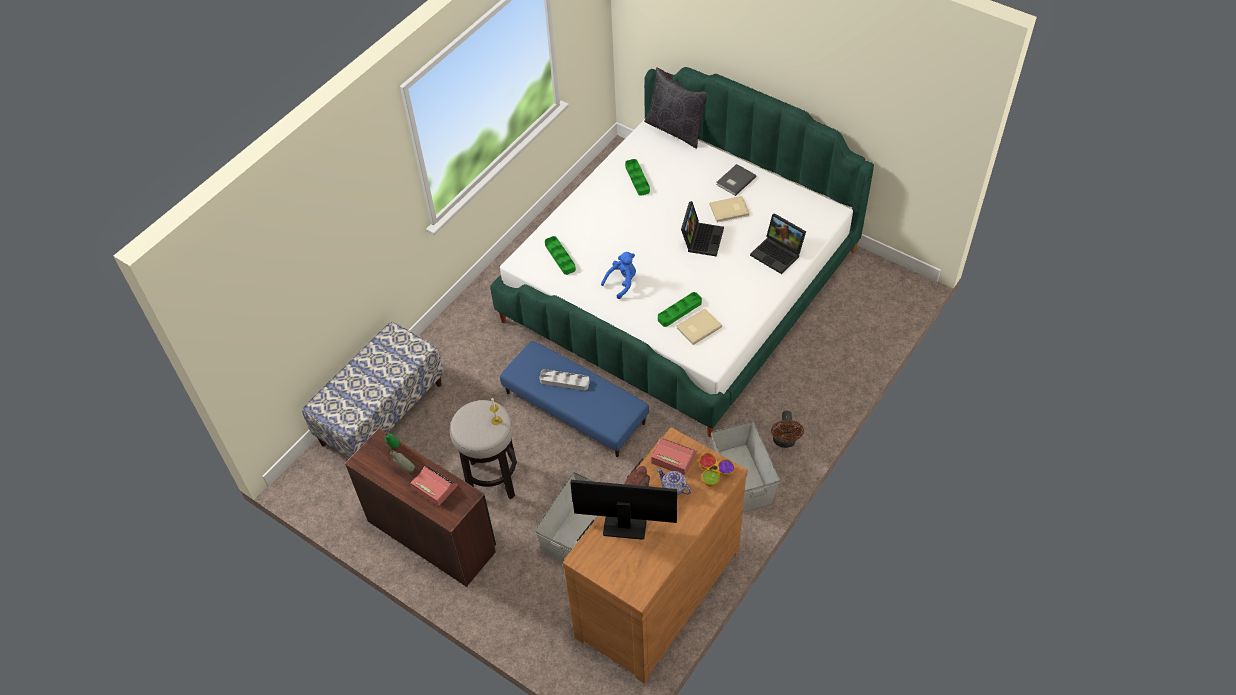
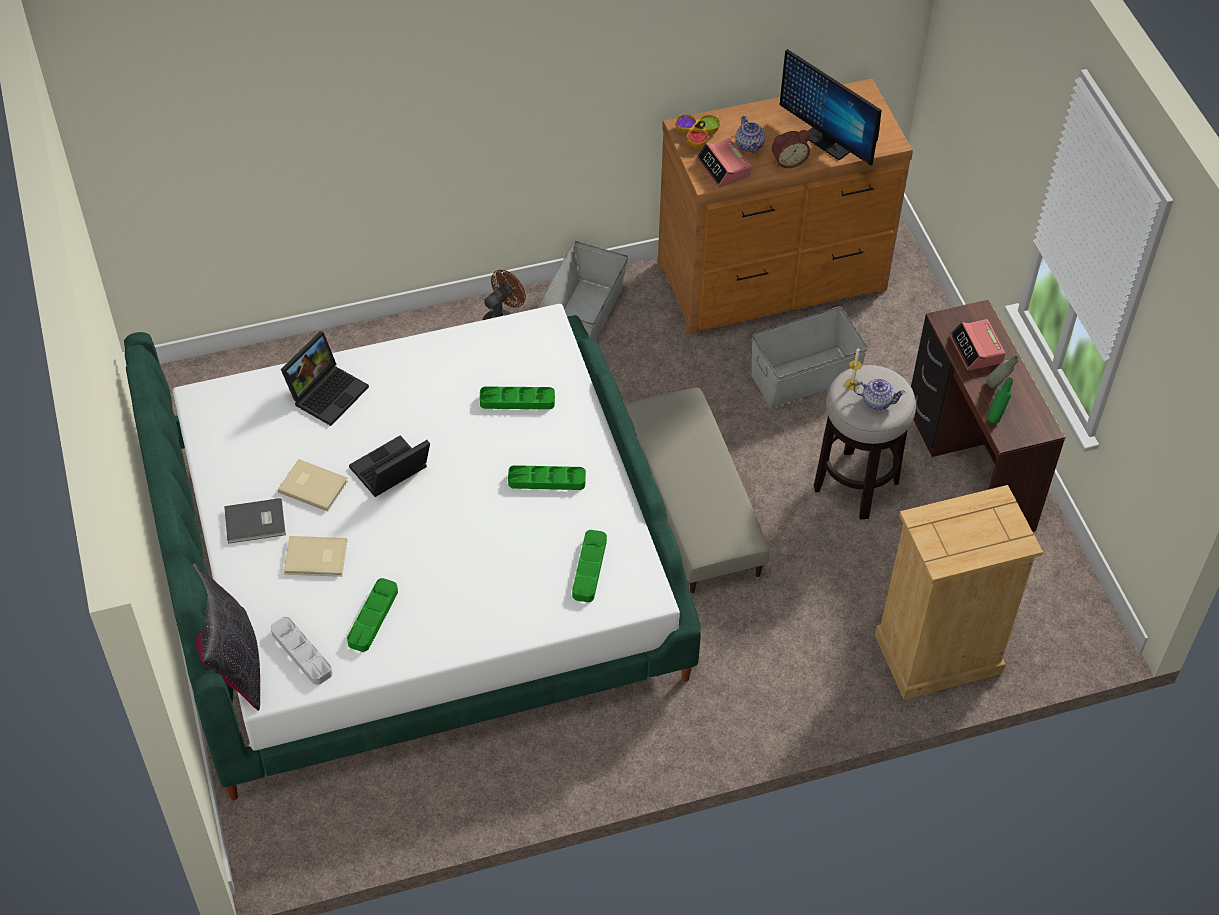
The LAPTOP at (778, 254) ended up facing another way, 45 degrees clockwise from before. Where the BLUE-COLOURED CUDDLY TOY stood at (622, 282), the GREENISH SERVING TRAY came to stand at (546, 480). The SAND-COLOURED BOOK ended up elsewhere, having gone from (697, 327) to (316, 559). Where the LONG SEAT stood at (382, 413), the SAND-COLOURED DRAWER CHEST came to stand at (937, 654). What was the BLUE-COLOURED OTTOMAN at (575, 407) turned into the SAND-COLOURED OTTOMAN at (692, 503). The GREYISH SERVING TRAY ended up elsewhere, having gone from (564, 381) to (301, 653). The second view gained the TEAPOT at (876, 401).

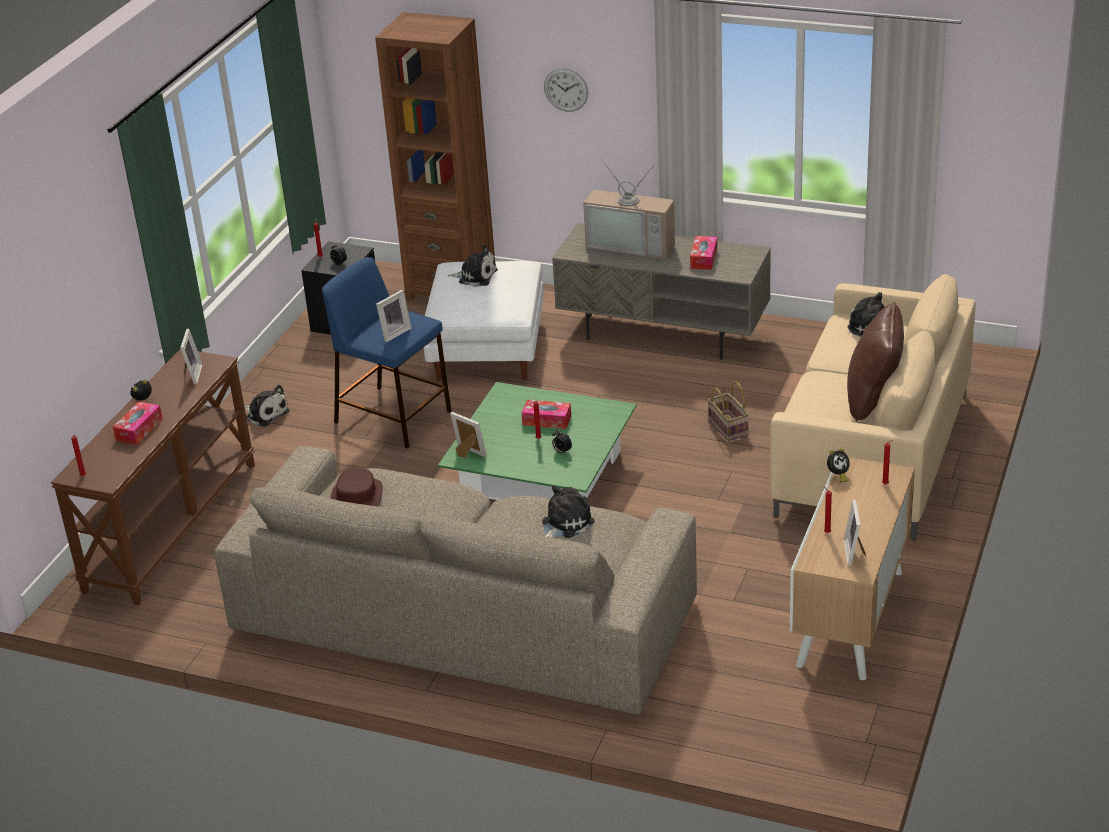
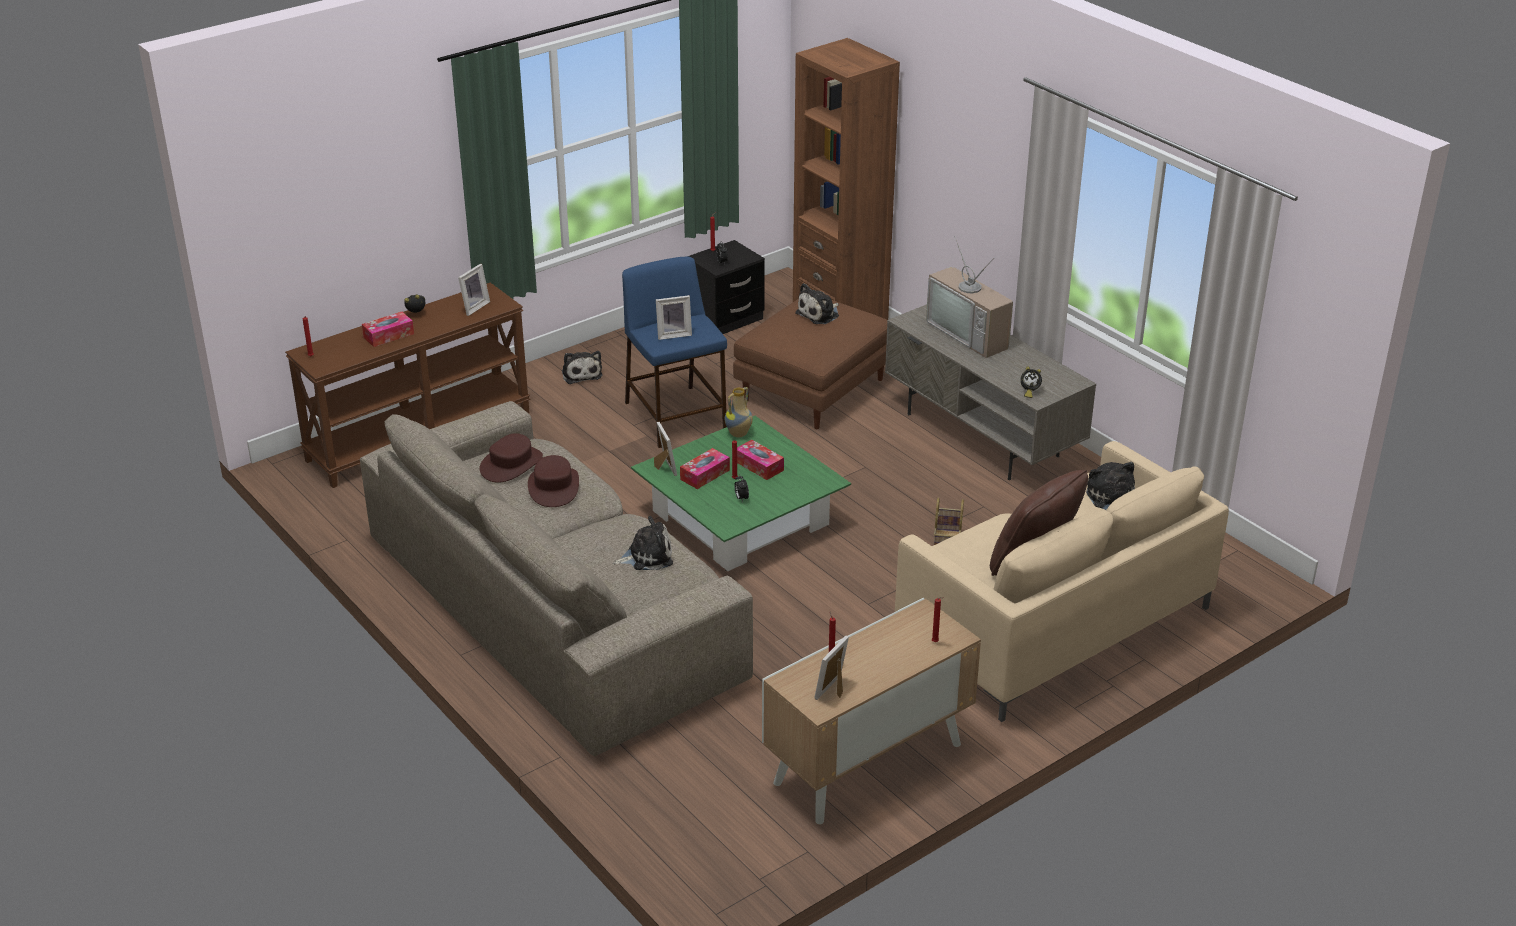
The second view lost the WALL CLOCK at (566, 89). The TISSUE HOLDER ended up elsewhere, having gone from (703, 258) to (705, 475). The CUDDLY TOY at (475, 276) ended up facing another way, 90 degrees clockwise from before. What was the WHITE OTTOMAN at (487, 348) turned into the BROWN OTTOMAN at (814, 388). The BEDSIDE CLOCK ended up elsewhere, having gone from (837, 475) to (1029, 392). The second view gained the VASE at (739, 434). The second view gained the BROWN WEARABLE HAT at (553, 487).

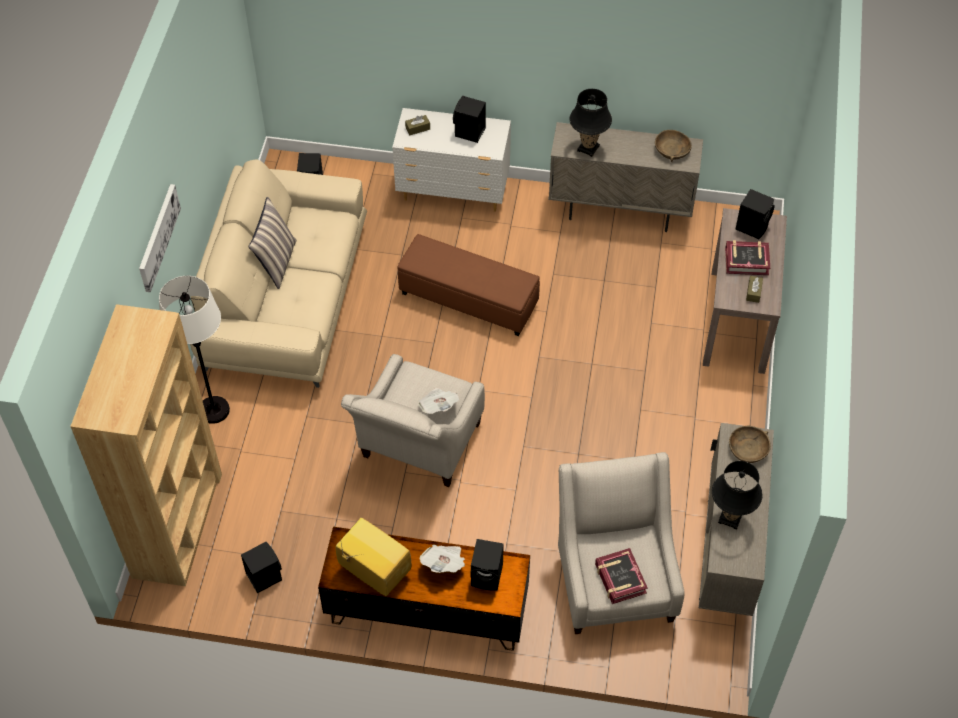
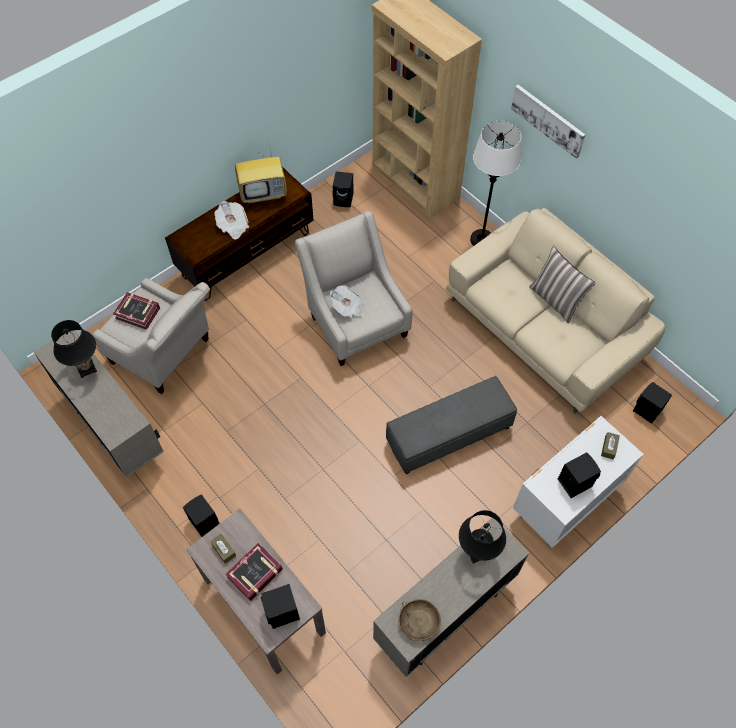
What was the BROWN OTTOMAN at (469, 298) turned into the GREYISH OTTOMAN at (449, 435). The second view lost the BROWN BOWL at (748, 448). The BLACK-COLOURED SPEAKER ended up elsewhere, having gone from (488, 576) to (203, 522).

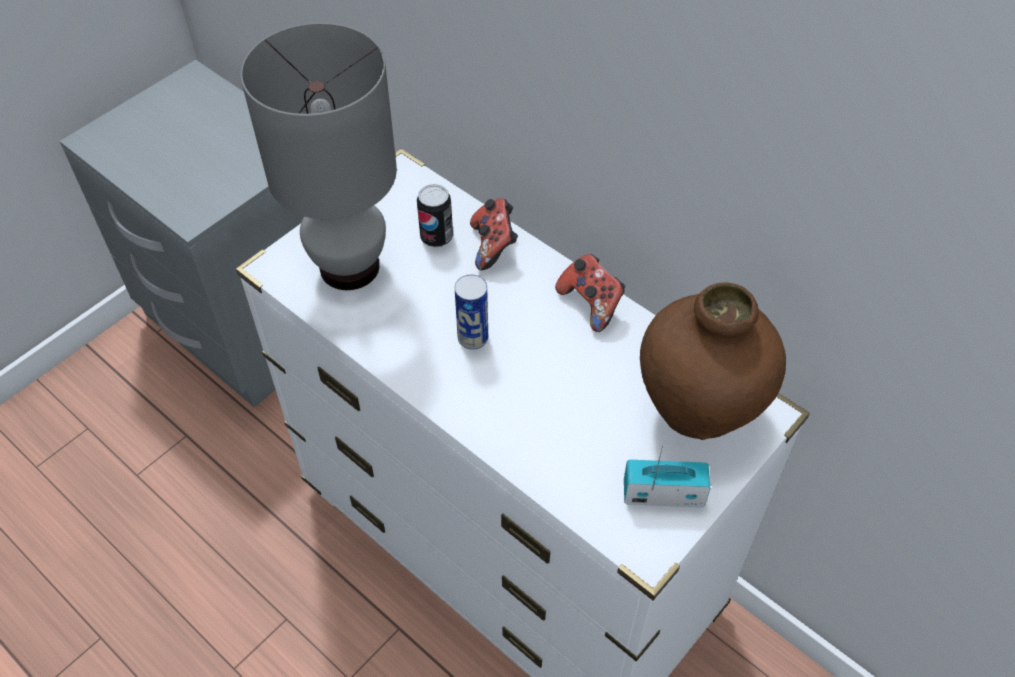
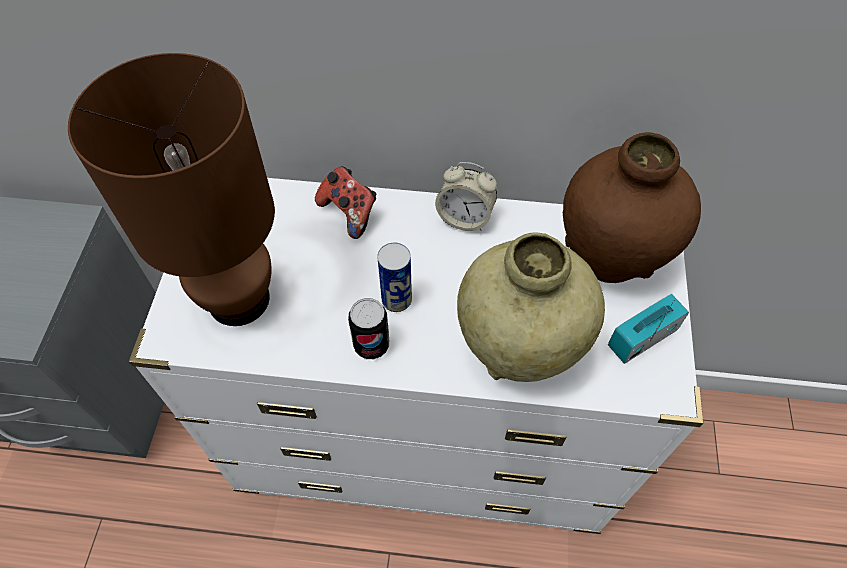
What was the GREYISH LAMP FOR A TABLE at (348, 268) turned into the BROWN LAMP FOR A TABLE at (238, 300). The SEALED CAN ended up elsewhere, having gone from (436, 237) to (371, 345). Where the JOYPAD stood at (591, 304), the BEDSIDE CLOCK came to stand at (465, 218). The second view gained the SAND-COLOURED VASE at (519, 349).

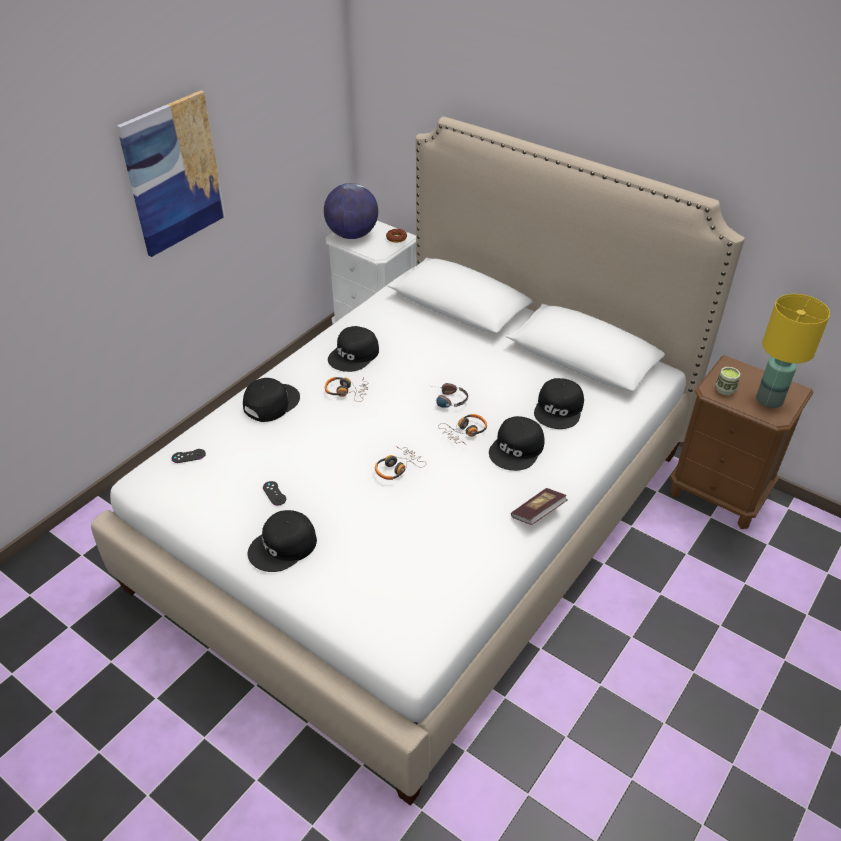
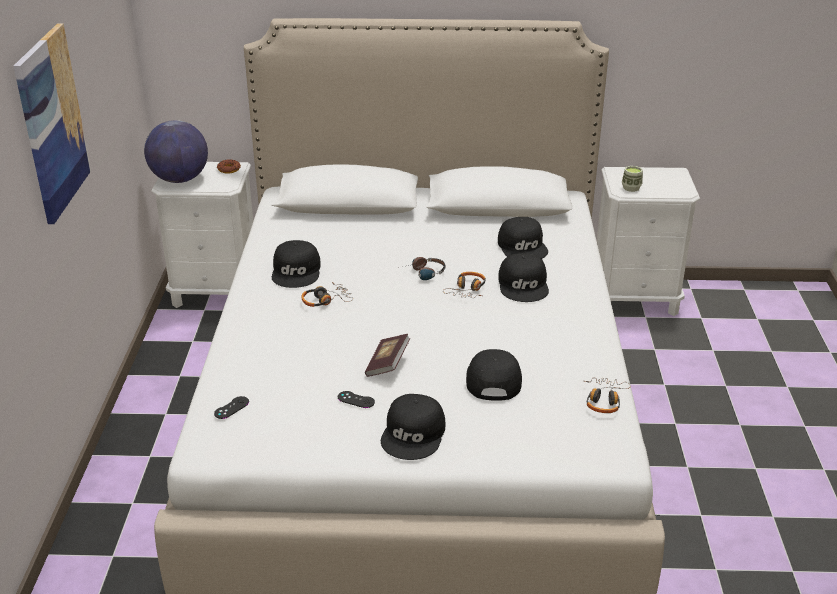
The second view lost the YELLOWISH LAMP FOR A TABLE at (769, 400). What was the BROWN NIGHTSTAND at (719, 493) turned into the WHITE NIGHTSTAND at (635, 298). The BLACK-COLOURED BASEBALL CAP ended up elsewhere, having gone from (271, 403) to (492, 379). The PAIR OF HEADPHONES ended up elsewhere, having gone from (398, 468) to (604, 400). The BOOK ended up elsewhere, having gone from (538, 513) to (387, 364).

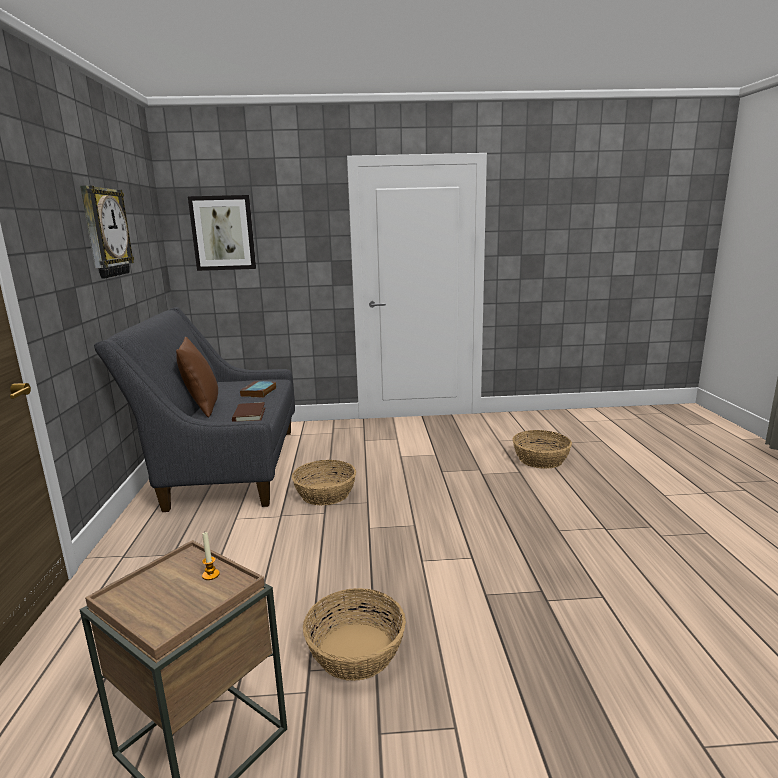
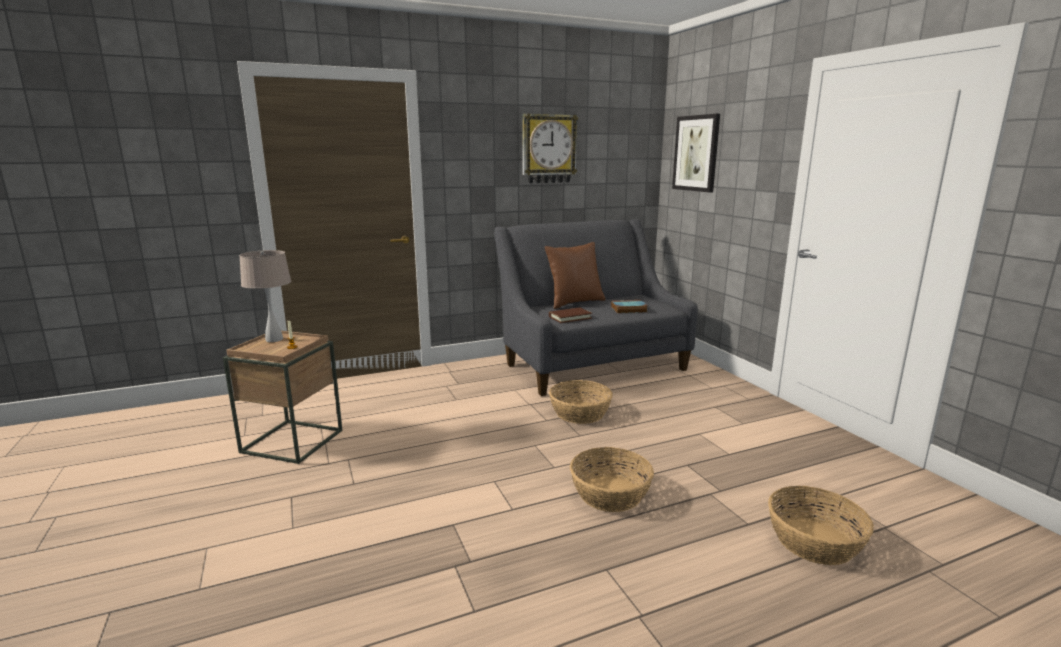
The BASKET ended up elsewhere, having gone from (355, 651) to (609, 493). The second view gained the SAND-COLOURED LAMP FOR A TABLE at (274, 339).

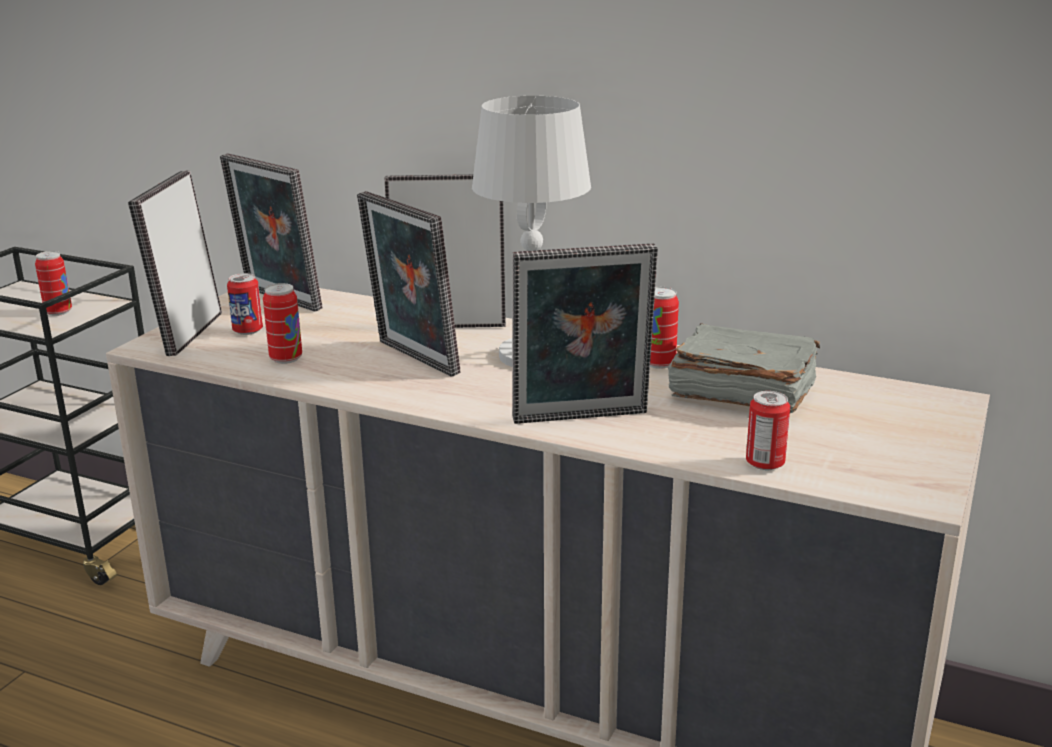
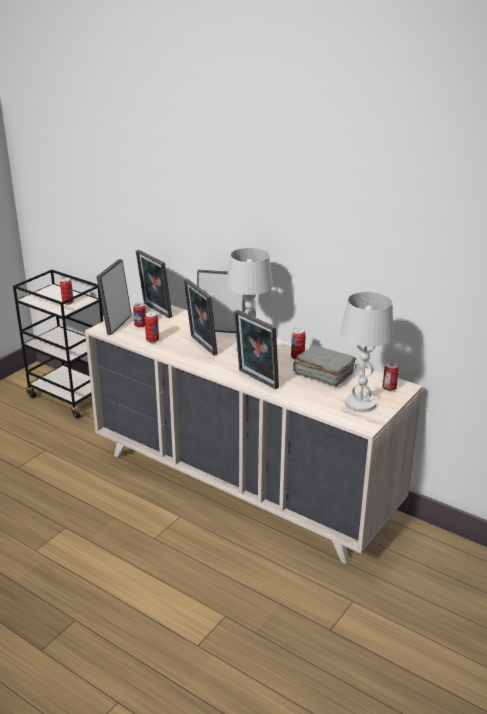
The STANDING FRAME at (581, 419) ended up facing another way, 45 degrees clockwise from before. The SEALED CAN ended up elsewhere, having gone from (765, 464) to (389, 388). The second view gained the WHITE LAMP FOR A TABLE at (360, 403).

